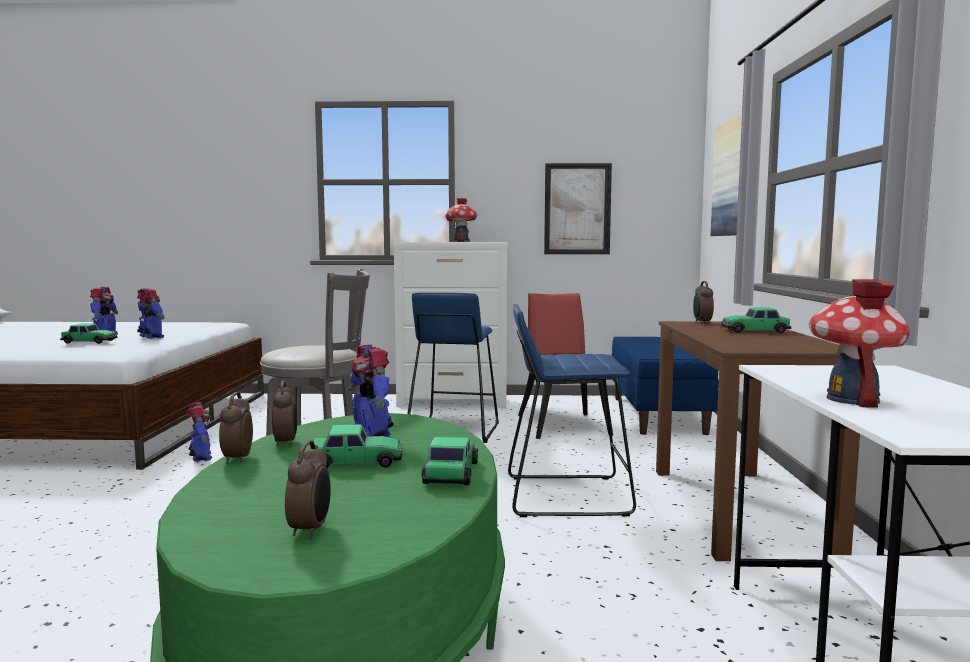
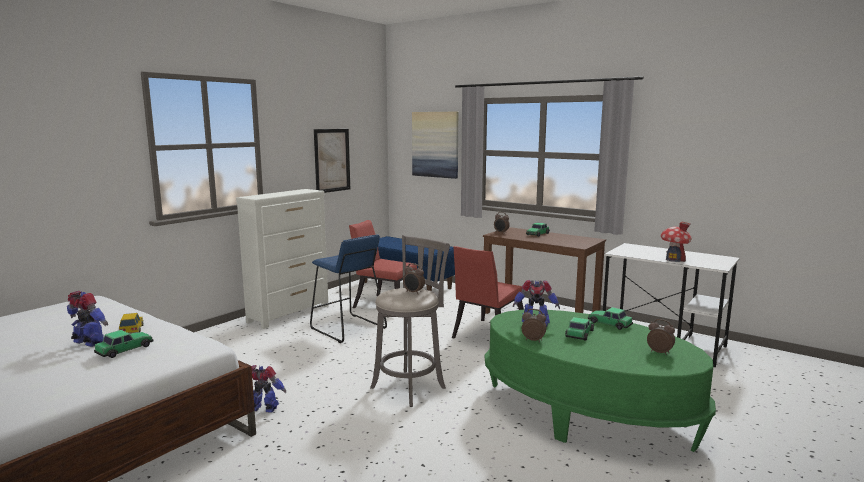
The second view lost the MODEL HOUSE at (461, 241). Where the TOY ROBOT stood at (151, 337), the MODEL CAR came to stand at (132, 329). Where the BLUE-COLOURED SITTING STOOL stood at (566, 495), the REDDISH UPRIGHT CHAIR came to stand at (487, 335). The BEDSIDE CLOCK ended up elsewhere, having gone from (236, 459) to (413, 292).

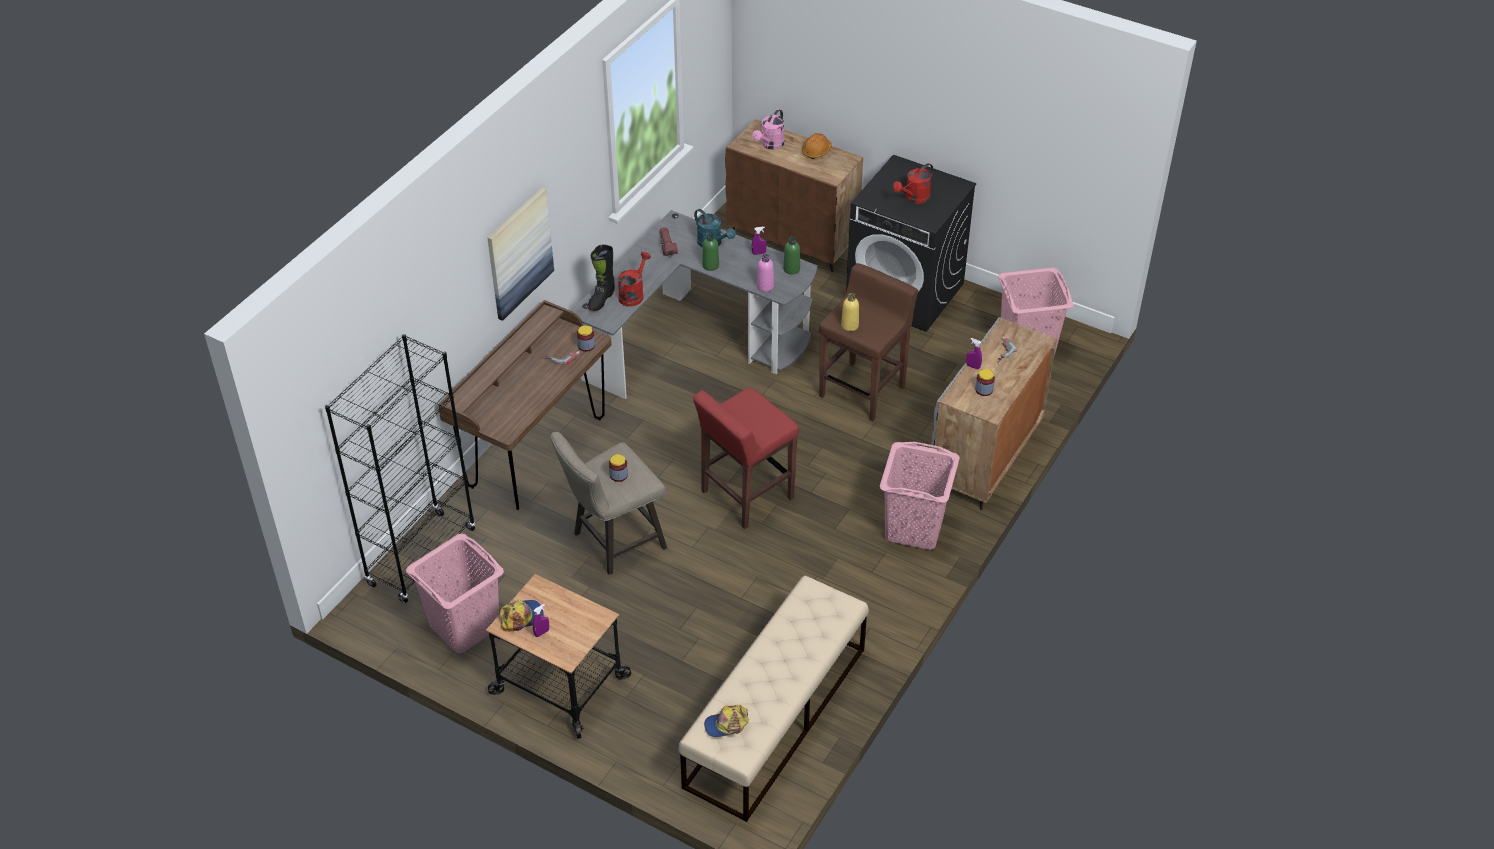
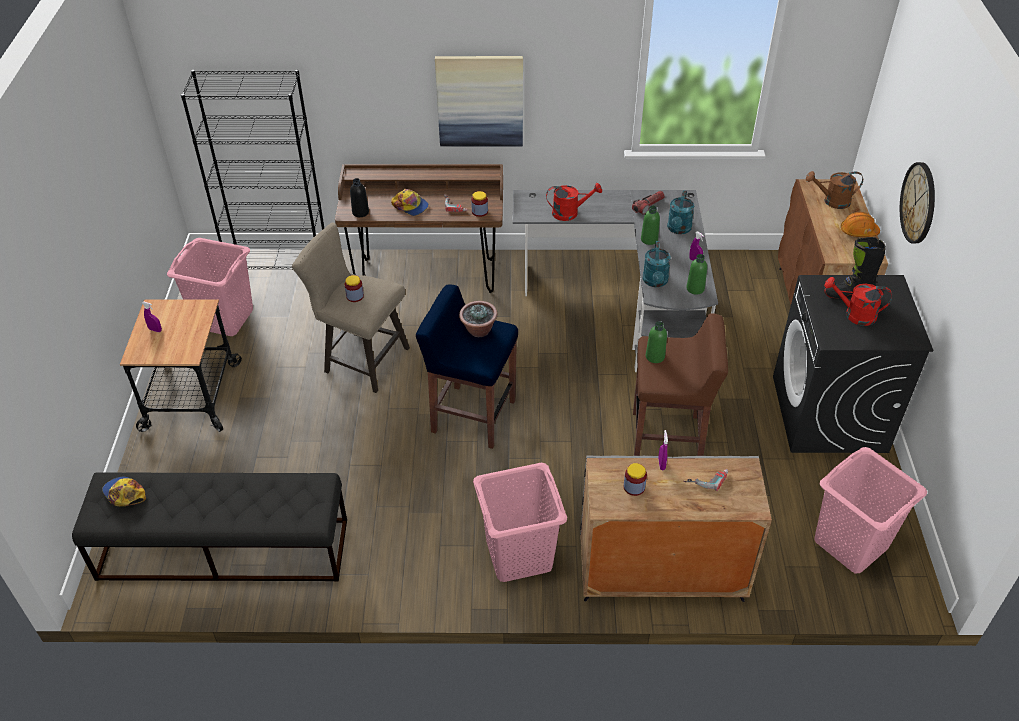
What was the PINK-COLOURED WATERING CAN at (770, 145) turned into the BROWN WATERING CAN at (831, 201). The BLACK-COLOURED TALL BOOT ended up elsewhere, having gone from (601, 299) to (847, 294). Where the PINK-COLOURED BOTTLE stood at (765, 286), the TURQUOISE WATERING CAN came to stand at (655, 282). What was the YELLOWISH BOTTLE at (849, 325) turned into the GREENISH BOTTLE at (655, 356). What was the REDDISH SITTING STOOL at (745, 495) turned into the BLUE-COLOURED SITTING STOOL at (472, 416). What was the SAND-COLOURED LONG SEAT at (775, 717) turned into the BLACK-COLOURED LONG SEAT at (223, 549). The BASEBALL CAP ended up elsewhere, having gone from (521, 617) to (410, 206). The second view gained the WALL CLOCK at (918, 203). The second view gained the BLACK-COLOURED BOTTLE at (360, 212). The second view gained the PLANT IN A POT at (478, 330).

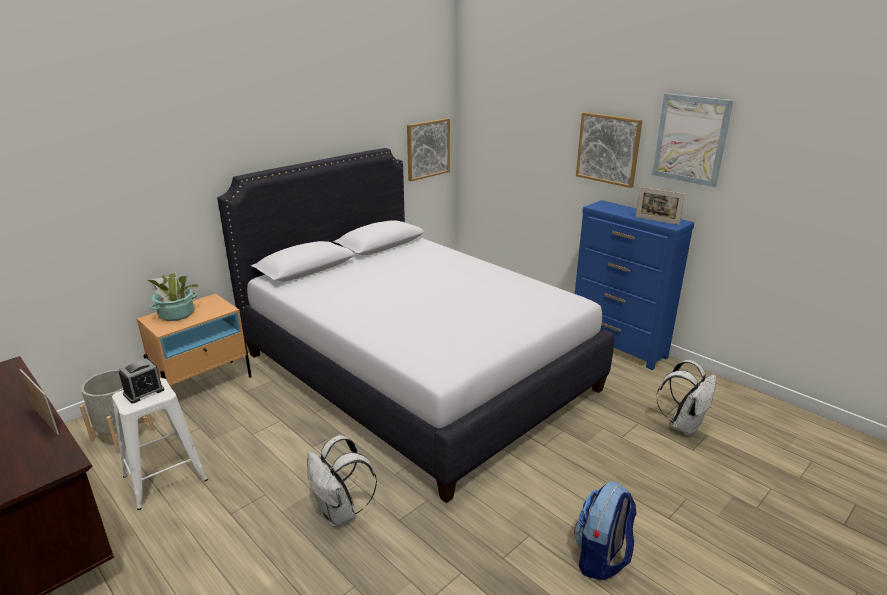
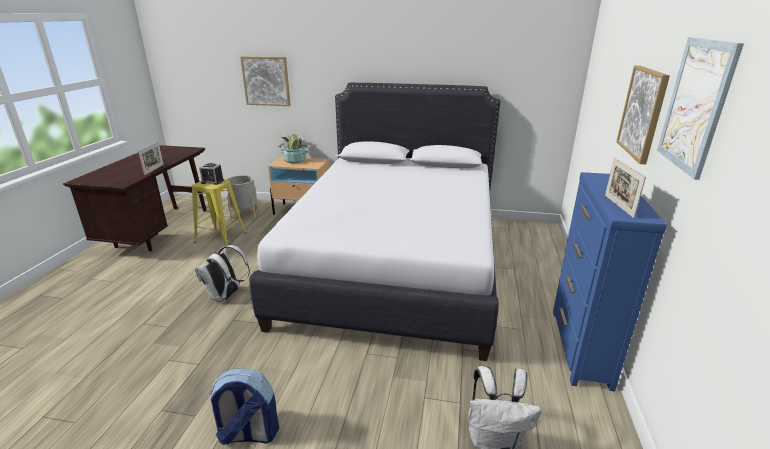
The PICTURE ended up elsewhere, having gone from (427, 149) to (266, 81). What was the WHITE SITTING STOOL at (165, 478) turned into the YELLOWISH SITTING STOOL at (220, 237).

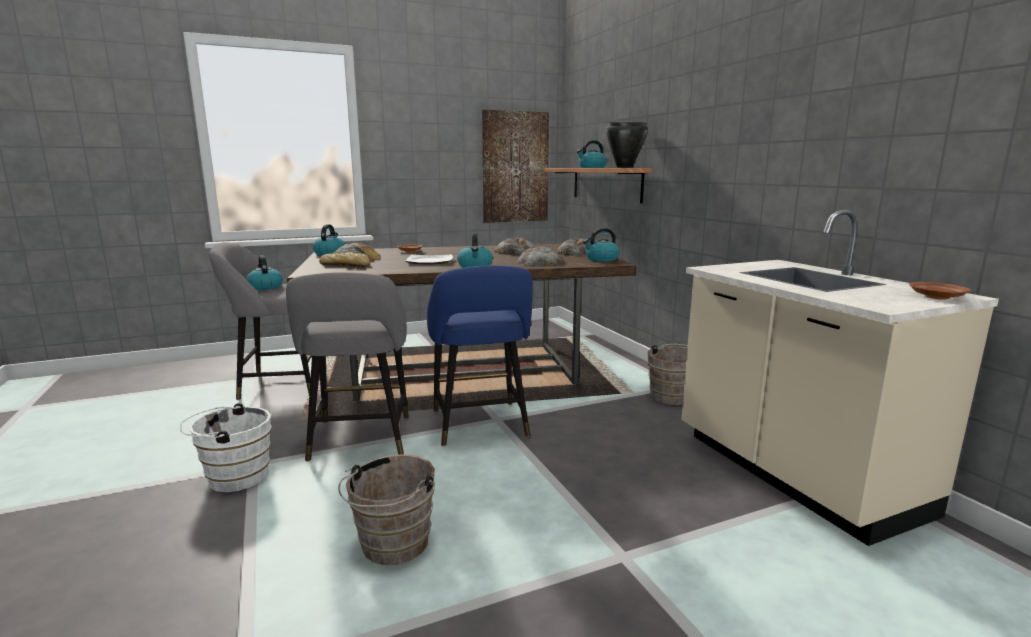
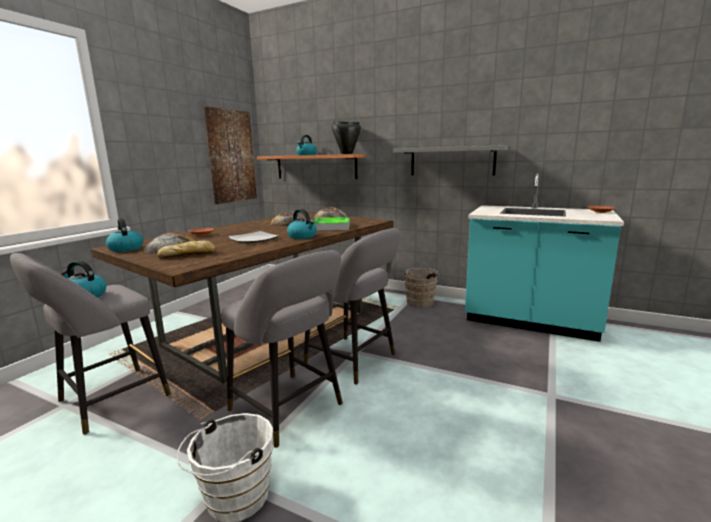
What was the SAND-COLOURED COUNTER at (793, 474) turned into the TURQUOISE COUNTER at (530, 322). The second view lost the TEA KETTLE at (601, 259). Where the BREAD stood at (539, 261), the SERVING TRAY came to stand at (331, 227). What was the BLUE-COLOURED SITTING STOOL at (480, 426) turned into the GREYISH SITTING STOOL at (354, 360). The second view lost the BROWN PAIL at (392, 546). The second view gained the GREYISH SHELF at (452, 161).

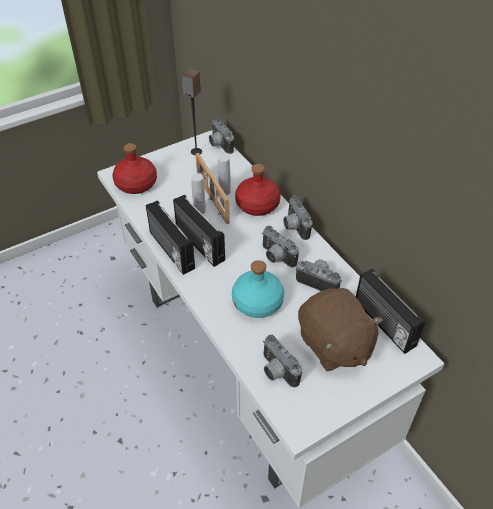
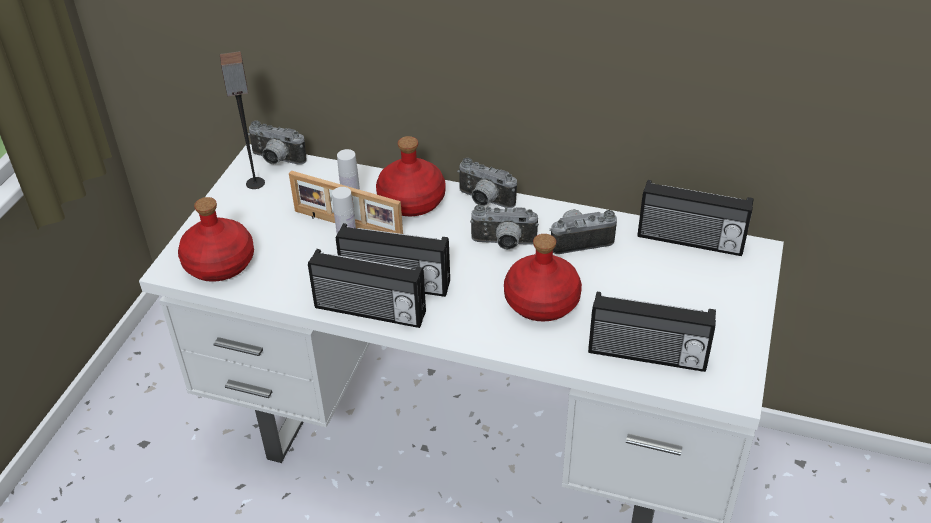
What was the TURQUOISE BOTTLE at (257, 302) turned into the REDDISH BOTTLE at (541, 302). The second view lost the BROWN CUDDLY TOY at (334, 344). Where the STILL CAMERA stood at (276, 371), the RADIO RECEIVER came to stand at (647, 356).

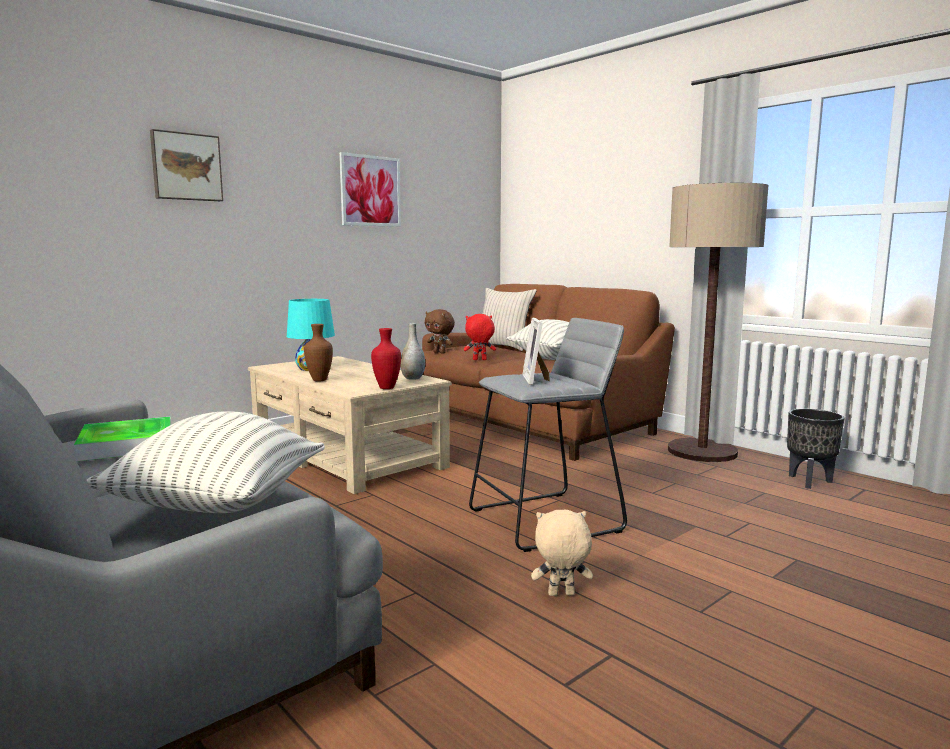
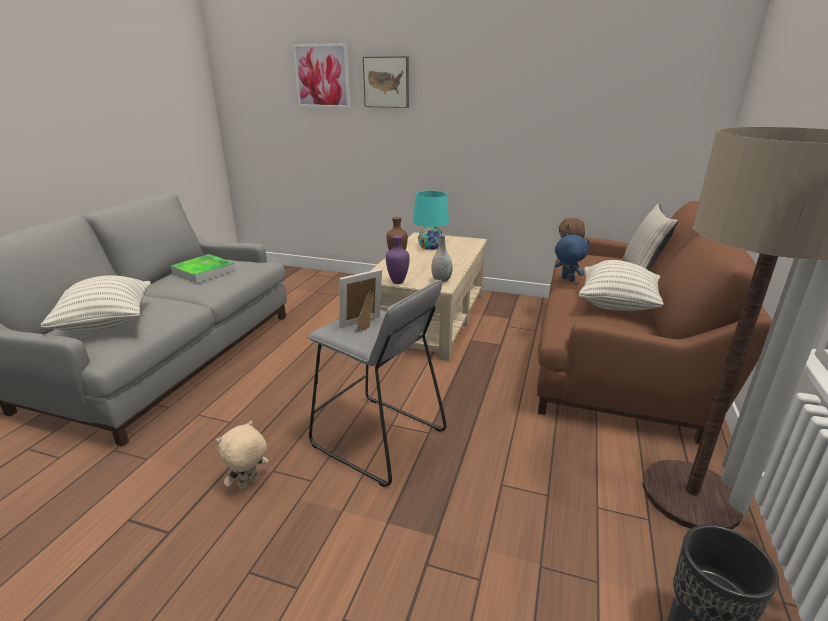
The PICTURE ended up elsewhere, having gone from (370, 191) to (322, 76). What was the REDDISH CUDDLY TOY at (479, 360) turned into the BLUE-COLOURED CUDDLY TOY at (566, 280). What was the REDDISH VASE at (386, 388) turned into the PURPLE-COLOURED VASE at (398, 282). The SAND-COLOURED CUDDLY TOY at (561, 595) ended up facing another way, 105 degrees counterclockwise from before.

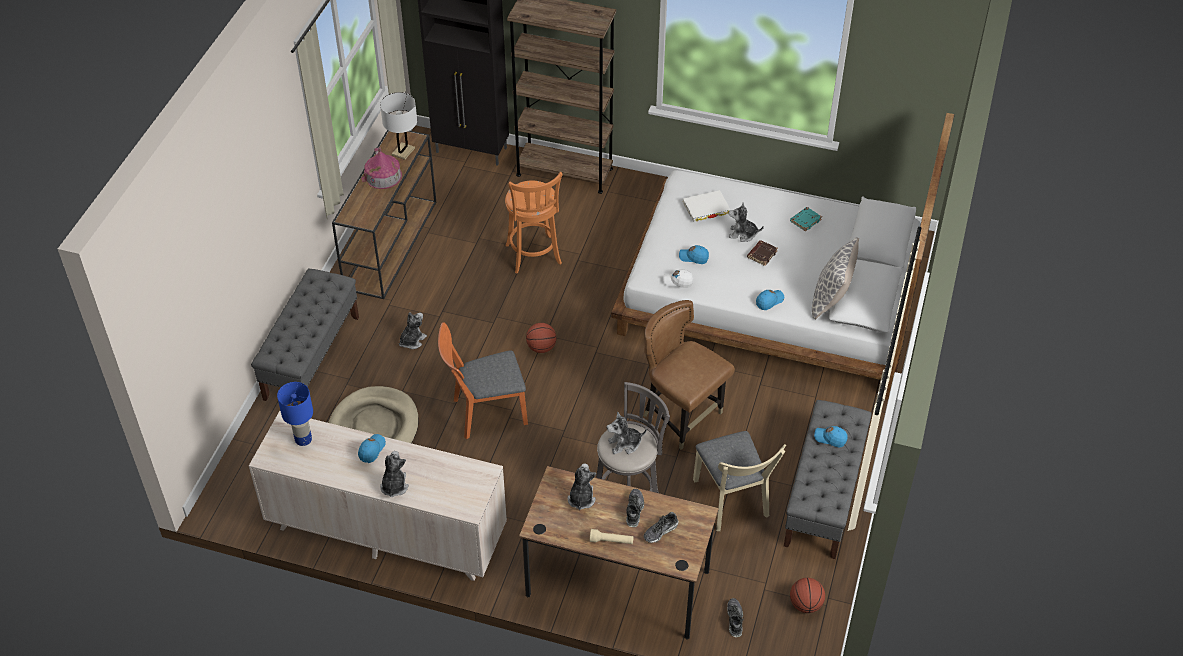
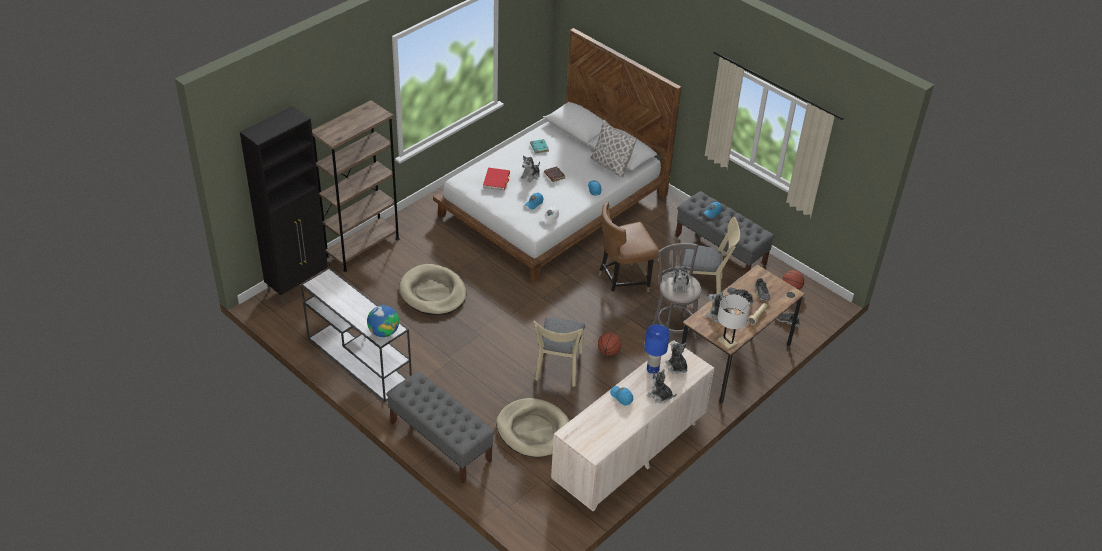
The WHITE LAMP FOR A TABLE ended up elsewhere, having gone from (403, 151) to (727, 342). What was the BROWN CONSOLE TABLE at (391, 243) turned into the WHITE CONSOLE TABLE at (358, 360). The second view lost the MODEL HOUSE at (383, 176). Where the ORANGE-COLOURED SITTING STOOL stood at (534, 257), the SAND-COLOURED DOG CUSHION came to stand at (433, 293). What was the WHITE BOOK at (706, 208) turned into the REDDISH BOOK at (496, 180). The CUDDLY TOY ended up elsewhere, having gone from (412, 340) to (676, 367). What was the ORANGE-COLOURED UPRIGHT CHAIR at (484, 413) turned into the SAND-COLOURED UPRIGHT CHAIR at (558, 369). The BASKETBALL ended up elsewhere, having gone from (541, 347) to (608, 351). The BLUE-COLOURED LAMP FOR A TABLE ended up elsewhere, having gone from (304, 439) to (652, 369). The second view gained the GLOBE at (384, 332).

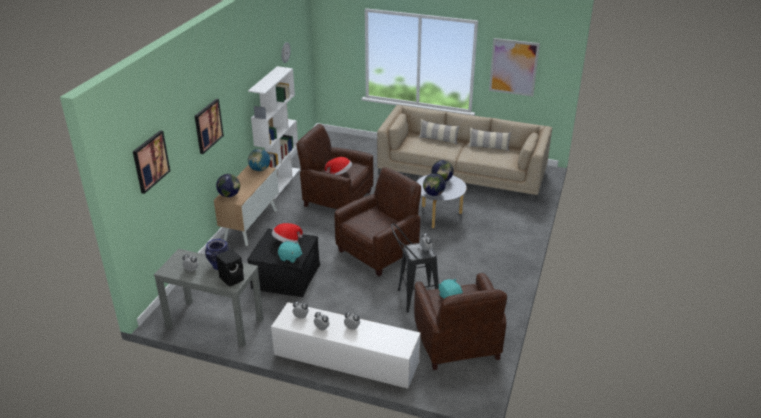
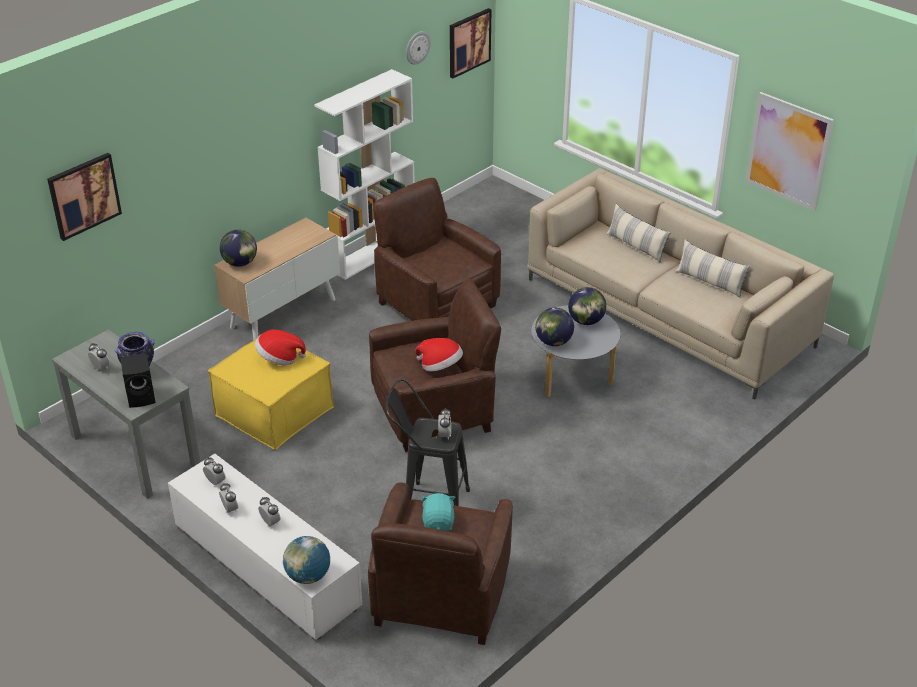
The PICTURE ended up elsewhere, having gone from (208, 126) to (469, 42). The GLOBE ended up elsewhere, having gone from (260, 169) to (308, 576). The WEARABLE HAT ended up elsewhere, having gone from (339, 173) to (440, 366). What was the BLACK-COLOURED OTTOMAN at (286, 277) turned into the YELLOWISH OTTOMAN at (274, 411). The second view lost the TURQUOISE CUDDLY TOY at (290, 257).

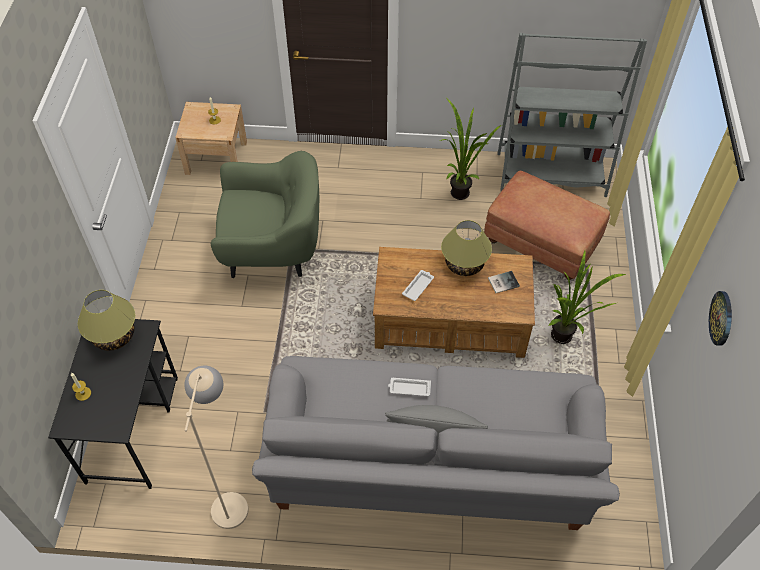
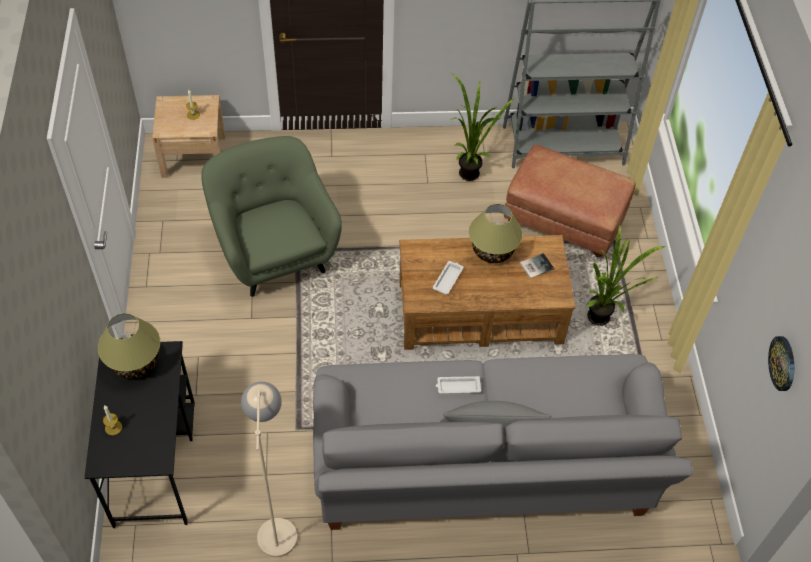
The GREENISH EASY CHAIR at (272, 249) ended up facing another way, 105 degrees counterclockwise from before. The WALL CLOCK ended up elsewhere, having gone from (721, 318) to (783, 363).

